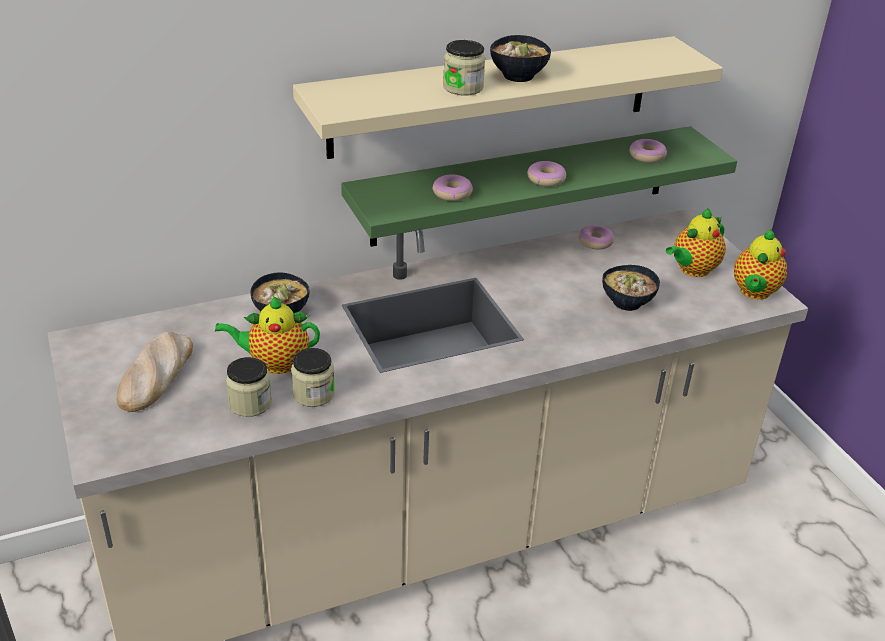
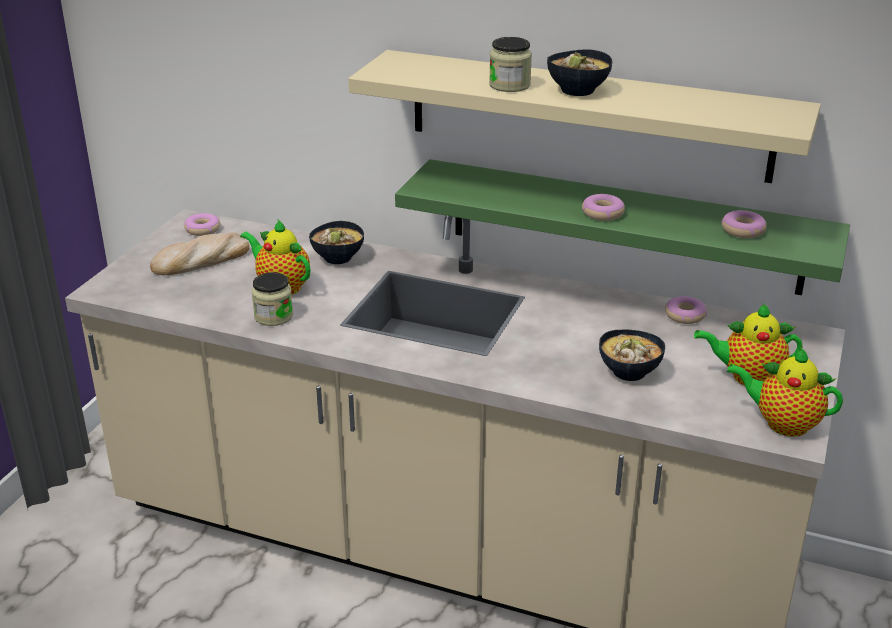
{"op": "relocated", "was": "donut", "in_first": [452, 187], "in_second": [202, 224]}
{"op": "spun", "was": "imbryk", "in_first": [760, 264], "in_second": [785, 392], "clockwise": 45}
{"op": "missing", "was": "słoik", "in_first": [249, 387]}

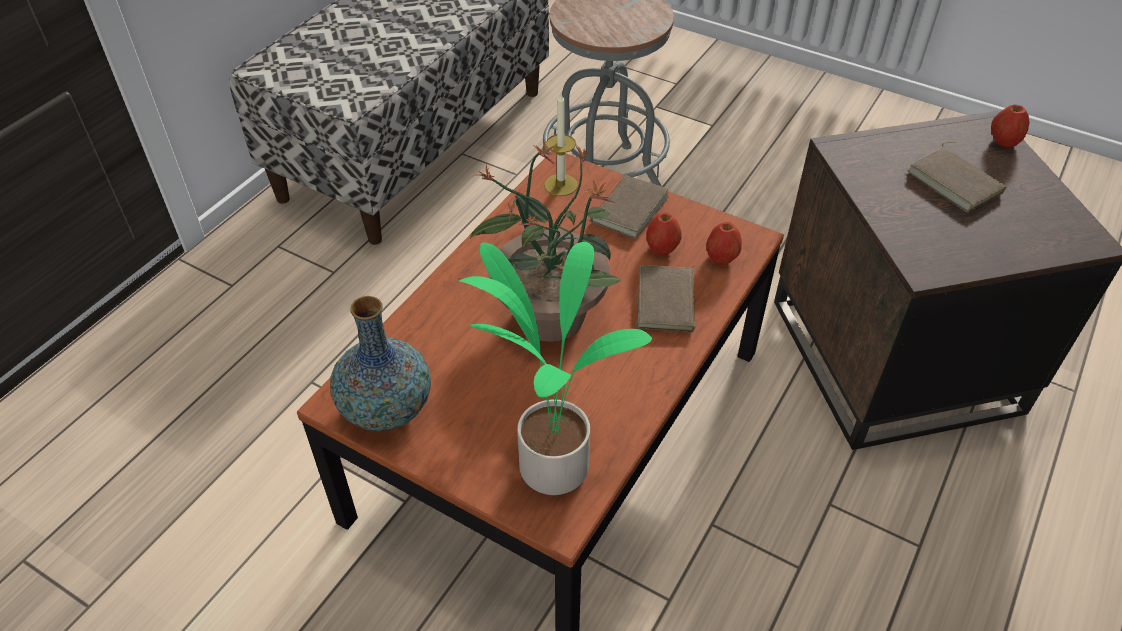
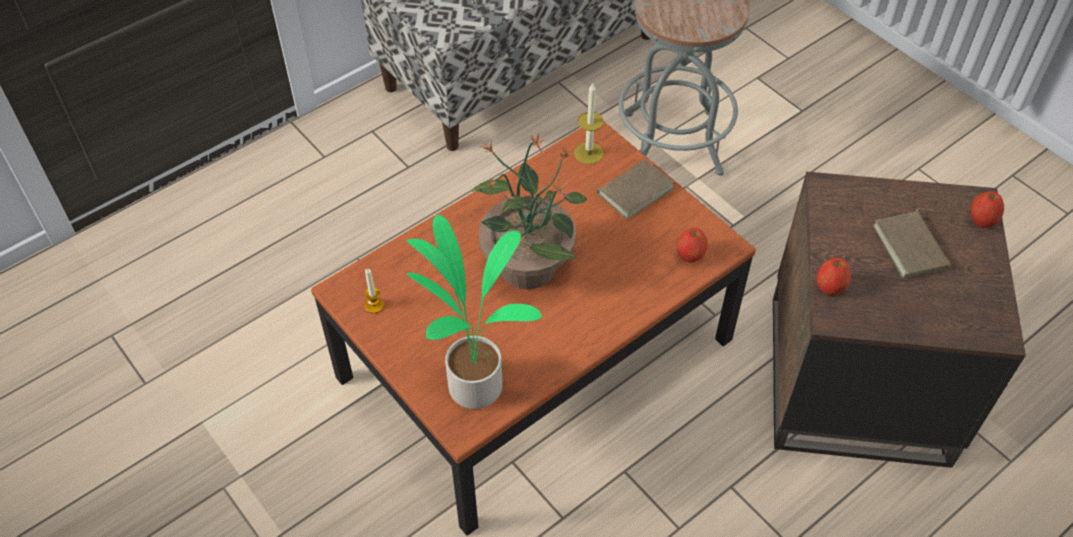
{"op": "relocated", "was": "jabłko", "in_first": [664, 233], "in_second": [834, 276]}
{"op": "missing", "was": "książka [brązowy]", "in_first": [674, 298]}
{"op": "exchanged", "was": "wazon", "now": "świeca", "in_first": [381, 363], "in_second": [374, 291]}

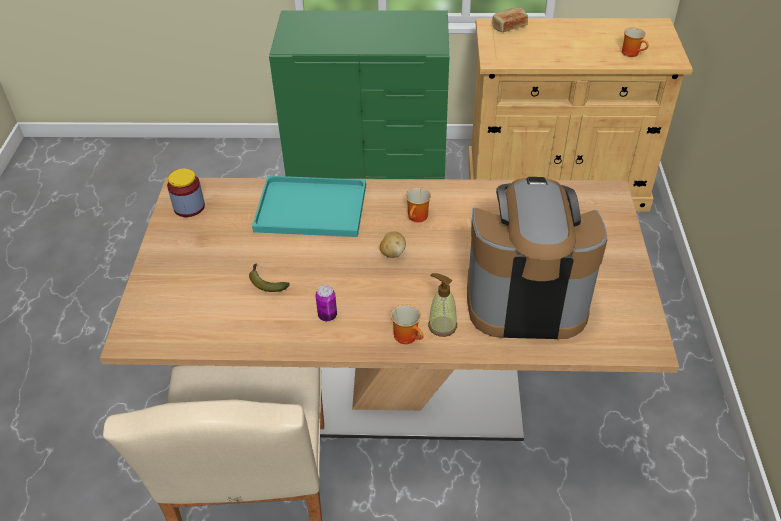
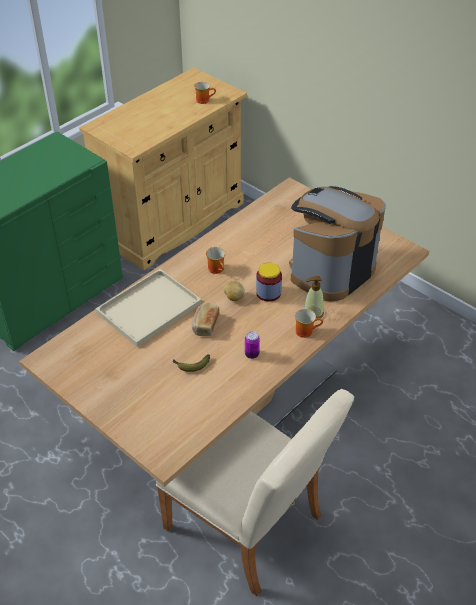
{"op": "relocated", "was": "chleb", "in_first": [510, 20], "in_second": [206, 319]}
{"op": "relocated", "was": "słoik", "in_first": [186, 192], "in_second": [269, 282]}
{"op": "colour", "was": "taca [turkusowy]", "now": "taca [beżowy]", "in_first": [309, 206], "in_second": [149, 308]}

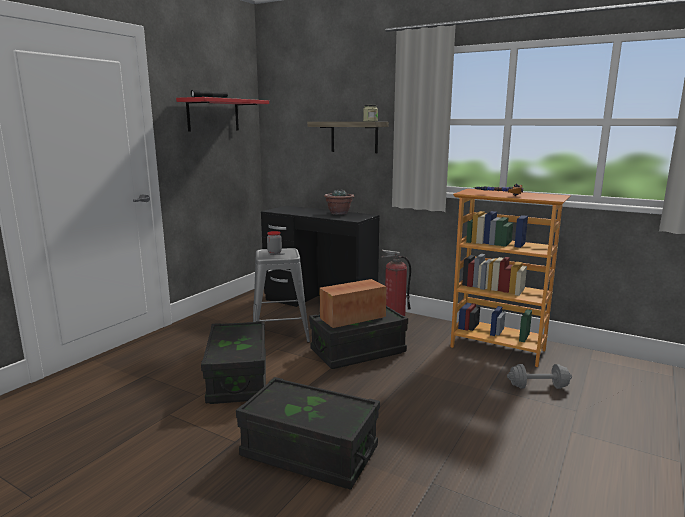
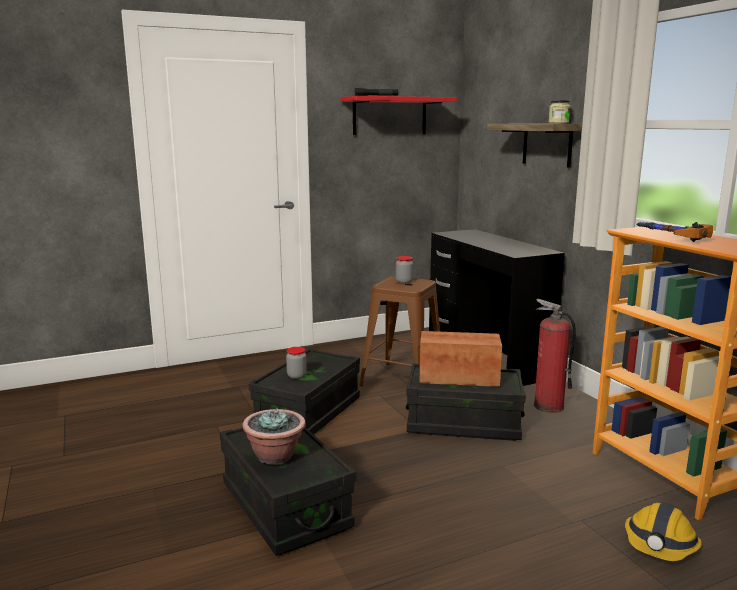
{"op": "relocated", "was": "roślina doniczkowa", "in_first": [339, 202], "in_second": [274, 436]}
{"op": "colour", "was": "stołek [szary]", "now": "stołek [brązowy]", "in_first": [281, 295], "in_second": [399, 331]}
{"op": "exchanged", "was": "hantel [szary]", "now": "kask", "in_first": [539, 376], "in_second": [663, 531]}
{"op": "appeared", "now": "słoik", "in_second": [296, 363]}

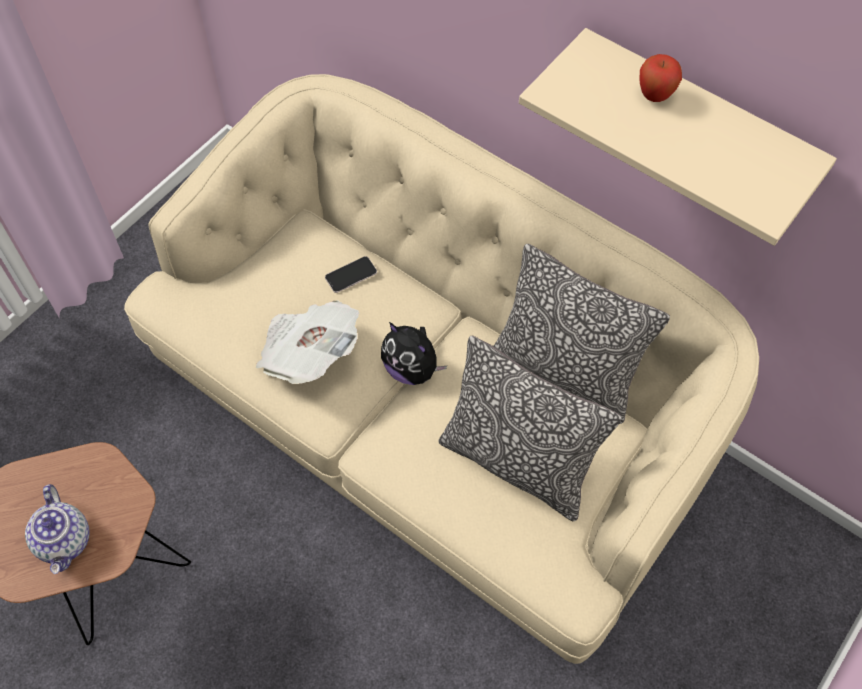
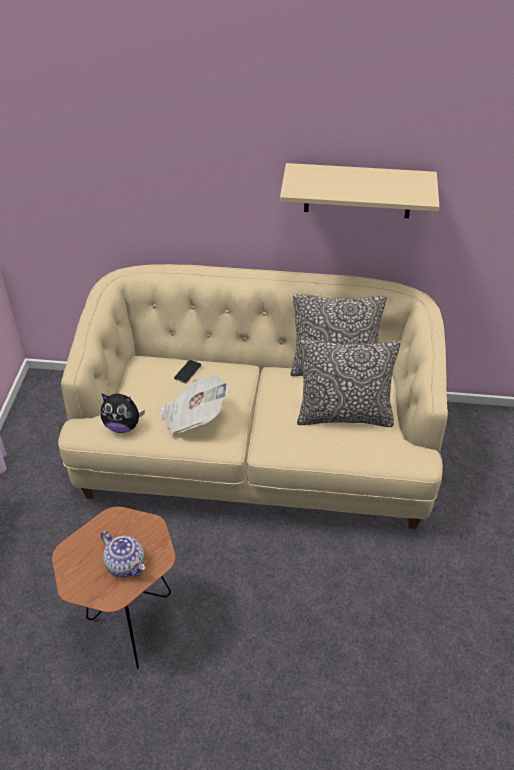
{"op": "missing", "was": "jabłko", "in_first": [661, 78]}
{"op": "relocated", "was": "pluszak", "in_first": [414, 353], "in_second": [123, 413]}

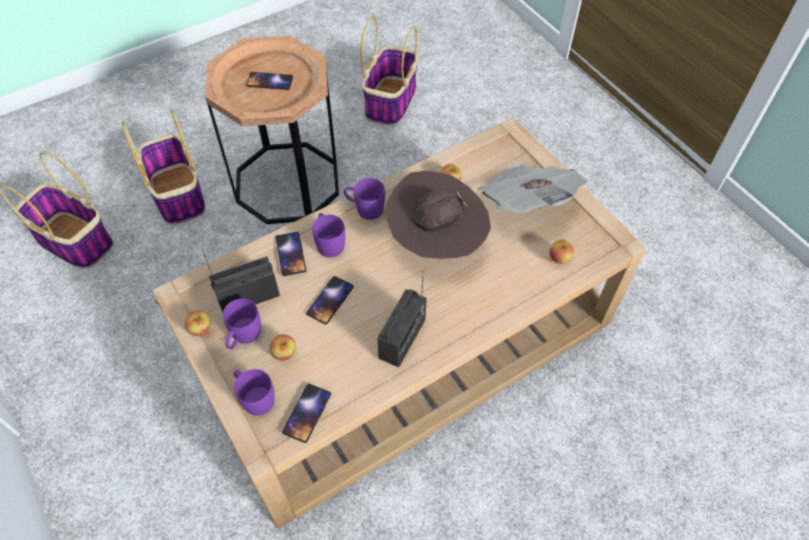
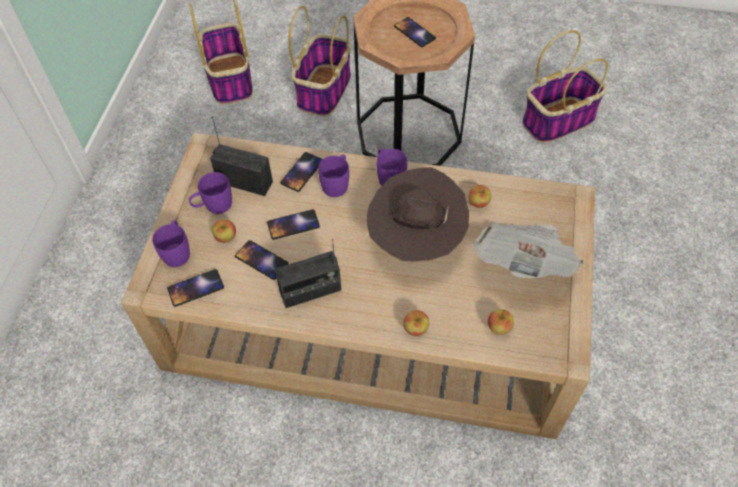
{"op": "relocated", "was": "jabłko", "in_first": [197, 323], "in_second": [416, 323]}
{"op": "appeared", "now": "telefon", "in_second": [261, 260]}

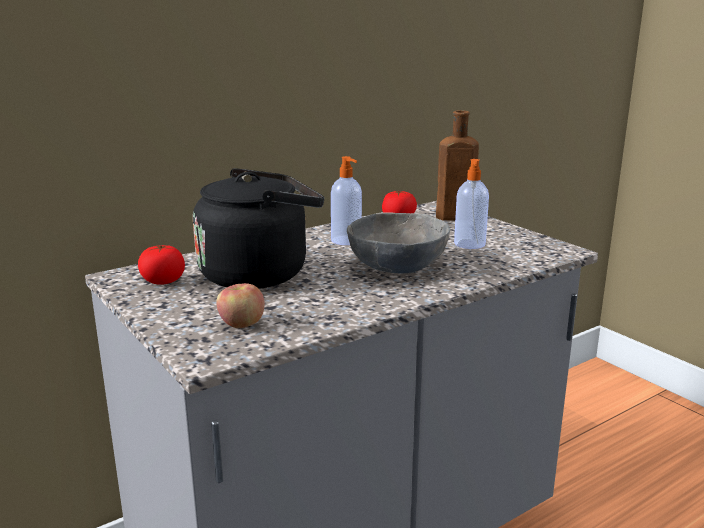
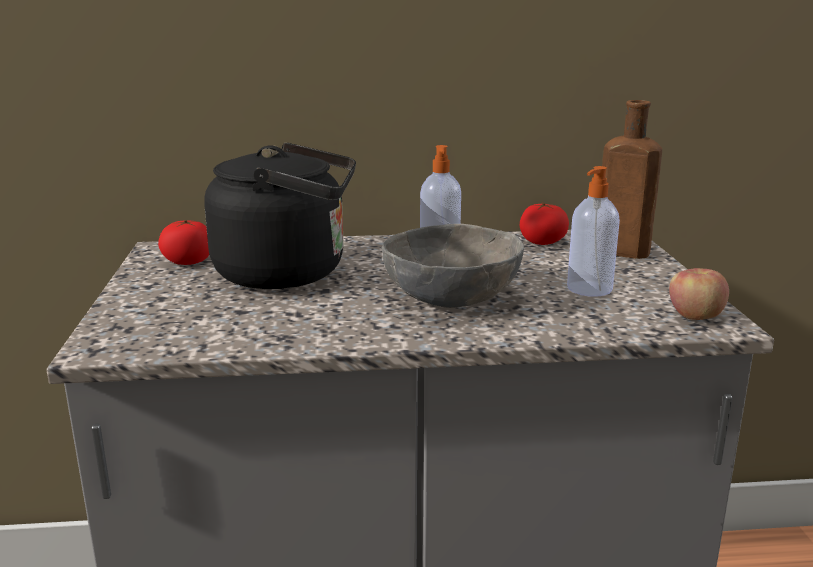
{"op": "relocated", "was": "jabłko", "in_first": [240, 305], "in_second": [699, 294]}

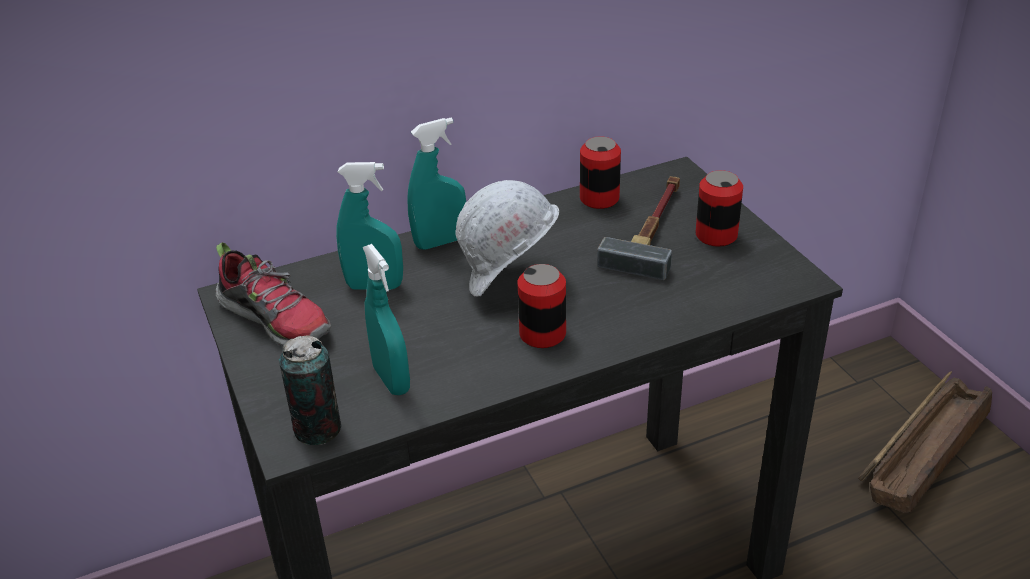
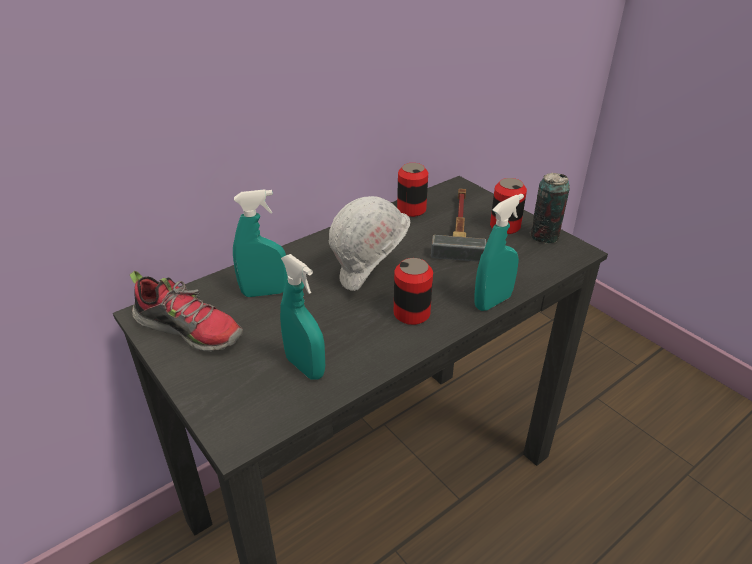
{"op": "relocated", "was": "spryskiwacz [turkusowy]", "in_first": [436, 183], "in_second": [499, 252]}
{"op": "relocated", "was": "puszka", "in_first": [310, 390], "in_second": [550, 208]}
{"op": "missing", "was": "skrzynka", "in_first": [925, 442]}

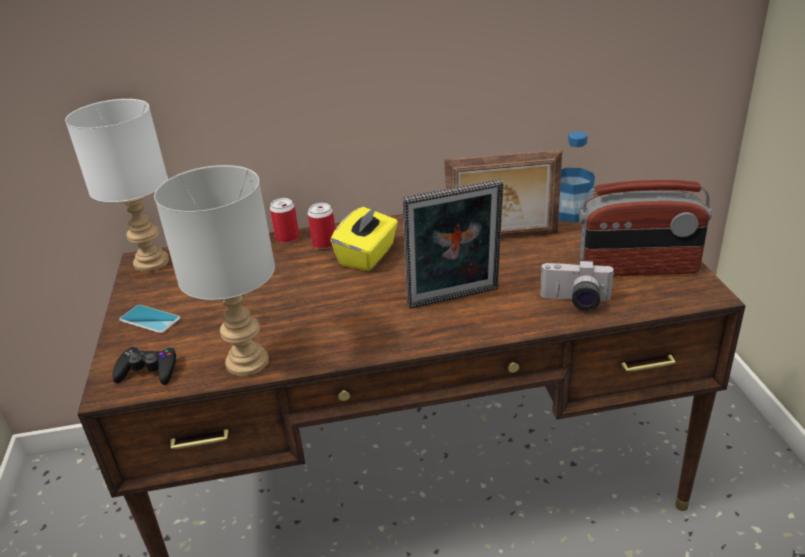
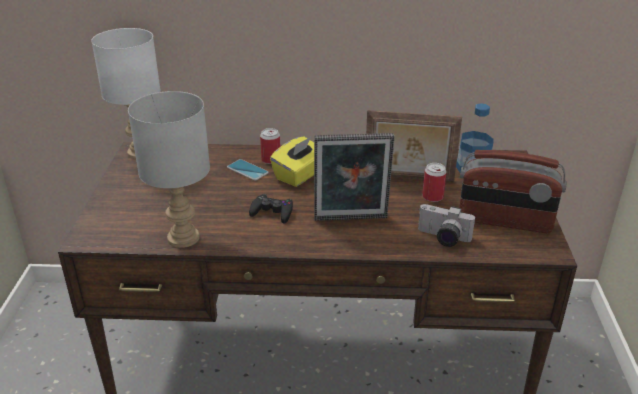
{"op": "relocated", "was": "puszka", "in_first": [284, 220], "in_second": [434, 182]}
{"op": "relocated", "was": "telefon", "in_first": [149, 319], "in_second": [248, 169]}
{"op": "relocated", "was": "pad do gier [czarny]", "in_first": [144, 365], "in_second": [271, 209]}

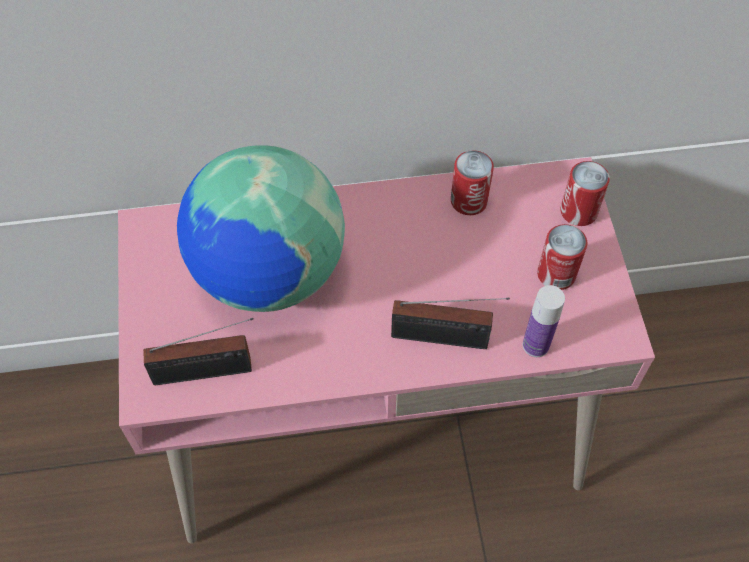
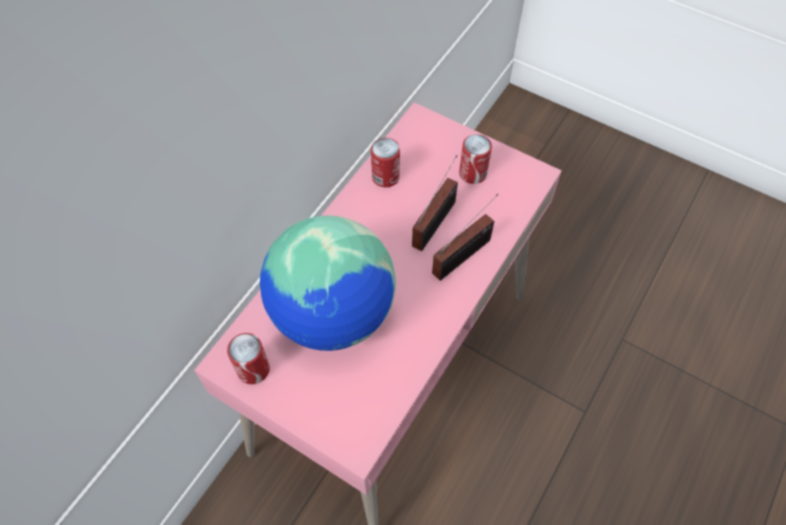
{"op": "relocated", "was": "puszka", "in_first": [585, 193], "in_second": [248, 358]}
{"op": "missing", "was": "butelka", "in_first": [544, 321]}
{"op": "relocated", "was": "radio", "in_first": [198, 351], "in_second": [435, 203]}

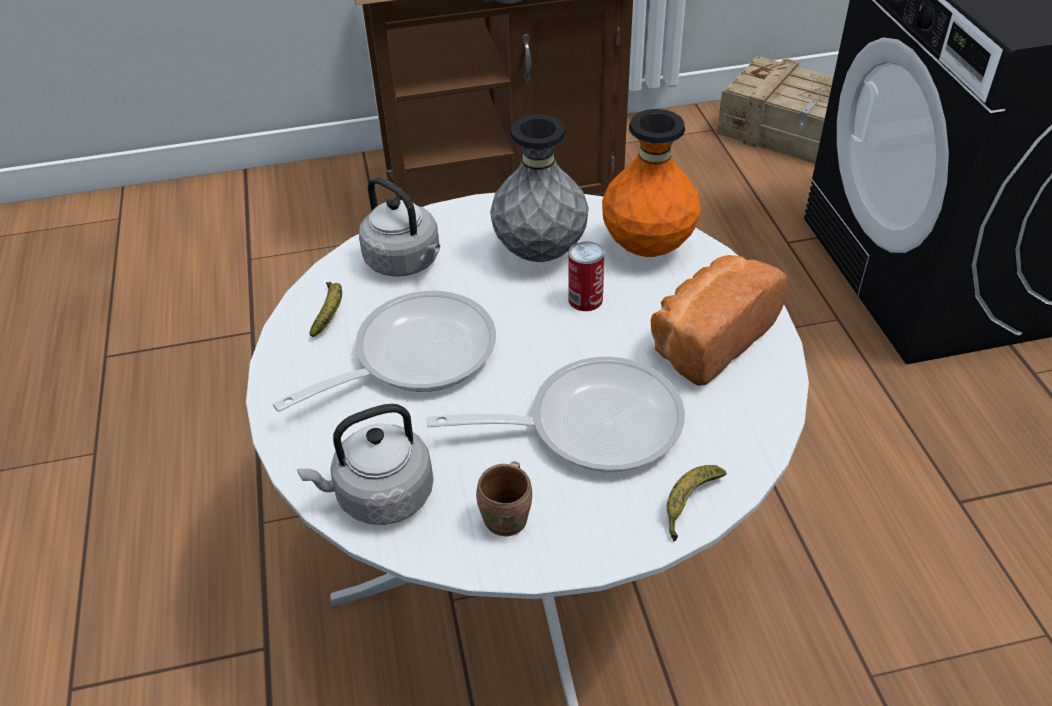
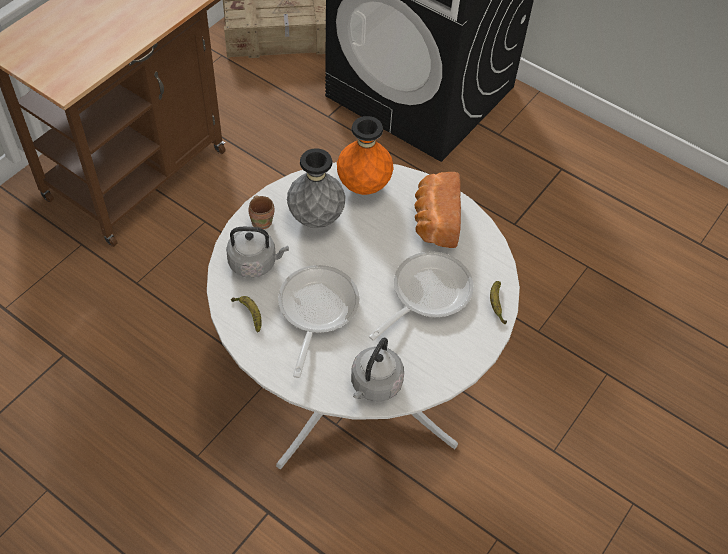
{"op": "missing", "was": "puszka", "in_first": [586, 276]}
{"op": "relocated", "was": "kubek [brązowy]", "in_first": [504, 499], "in_second": [261, 212]}

